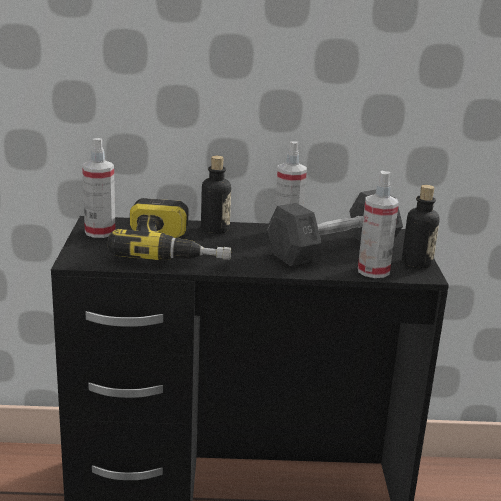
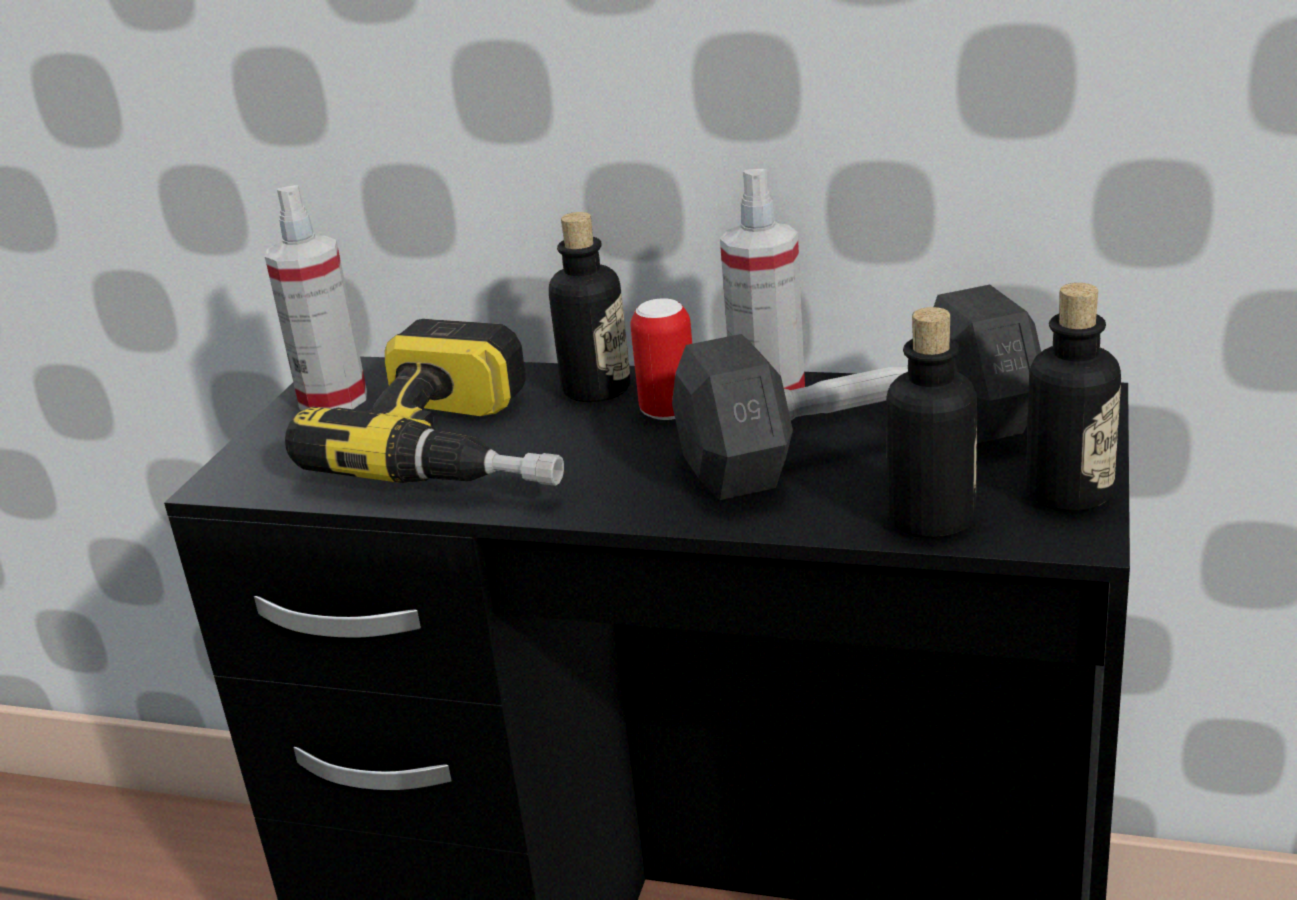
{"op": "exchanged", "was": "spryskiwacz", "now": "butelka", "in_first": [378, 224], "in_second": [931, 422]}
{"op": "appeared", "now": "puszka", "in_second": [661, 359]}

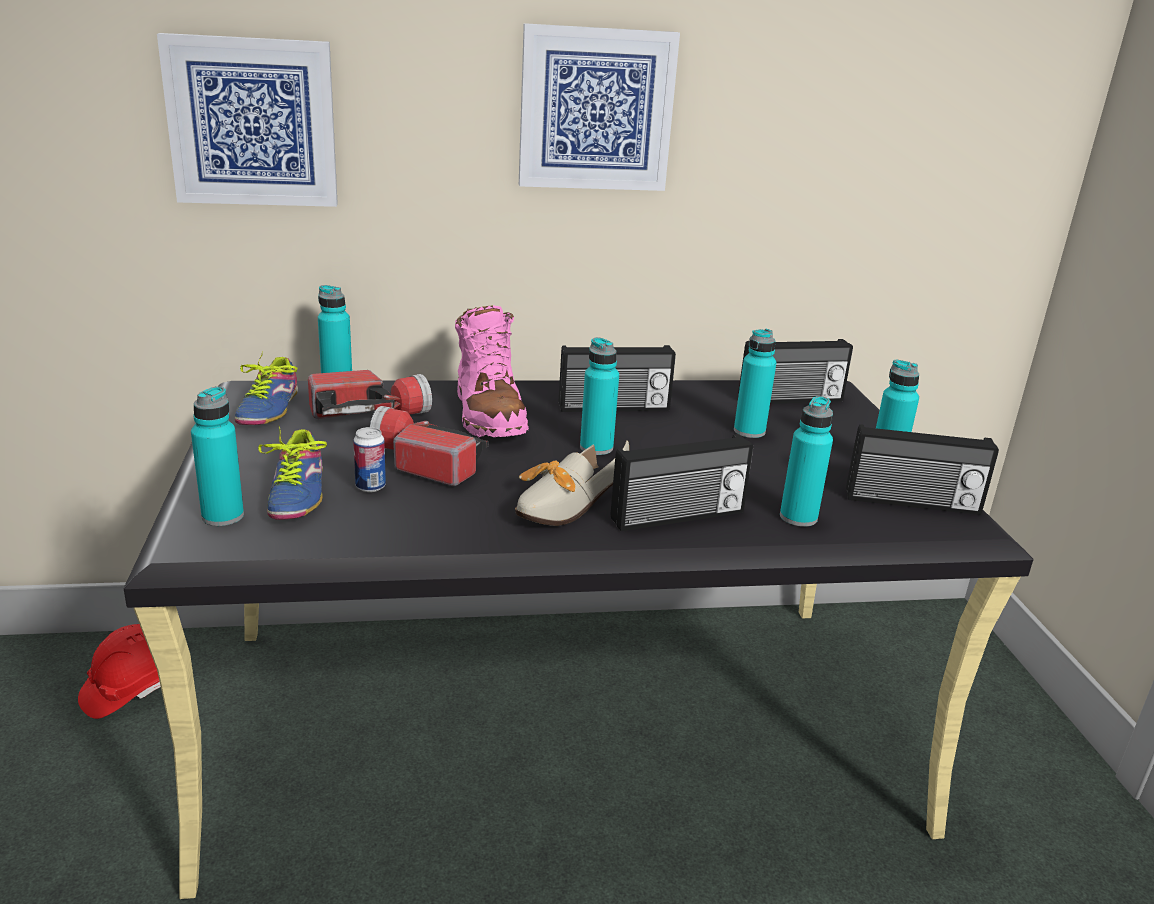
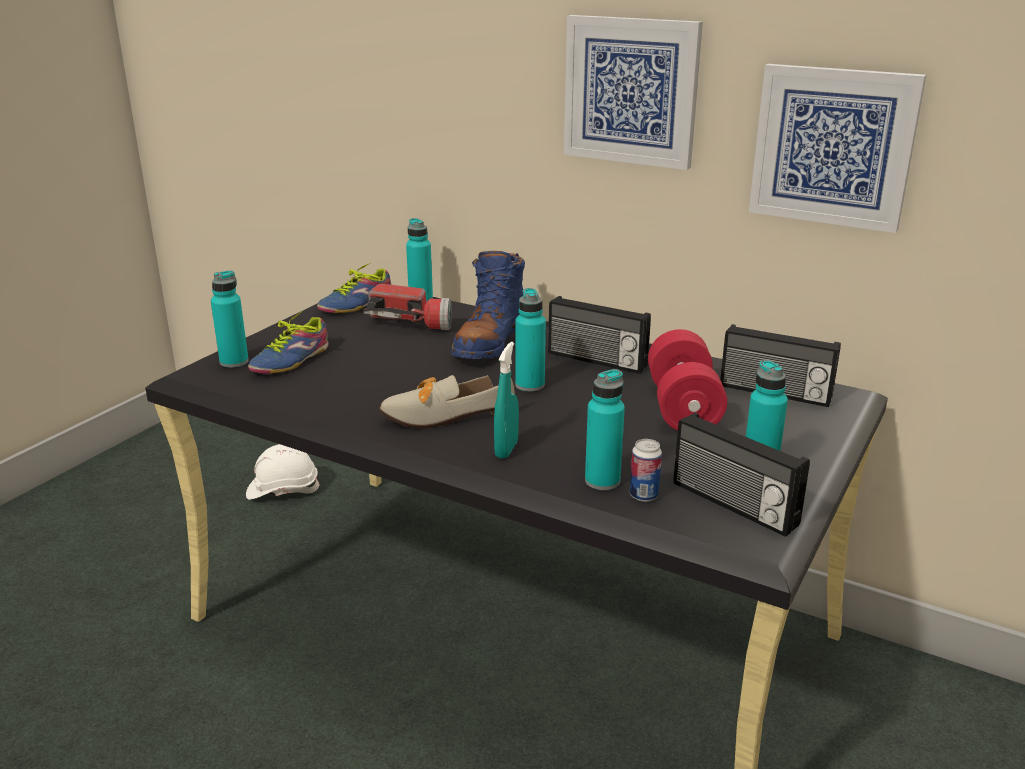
{"op": "relocated", "was": "obraz", "in_first": [247, 120], "in_second": [837, 148]}
{"op": "colour", "was": "but z cholewką [różowy]", "now": "but z cholewką [niebieski]", "in_first": [492, 371], "in_second": [488, 305]}
{"op": "exchanged", "was": "butelka [turkusowy]", "now": "hantel [czerwony]", "in_first": [755, 383], "in_second": [687, 380]}
{"op": "missing", "was": "latarka", "in_first": [429, 446]}
{"op": "relocated", "was": "puszka", "in_first": [369, 459], "in_second": [646, 470]}
{"op": "exchanged", "was": "radio", "now": "spryskiwacz [turkusowy]", "in_first": [681, 482], "in_second": [506, 400]}
{"op": "colour", "was": "kask [czerwony]", "now": "kask [biały]", "in_first": [119, 671], "in_second": [283, 472]}

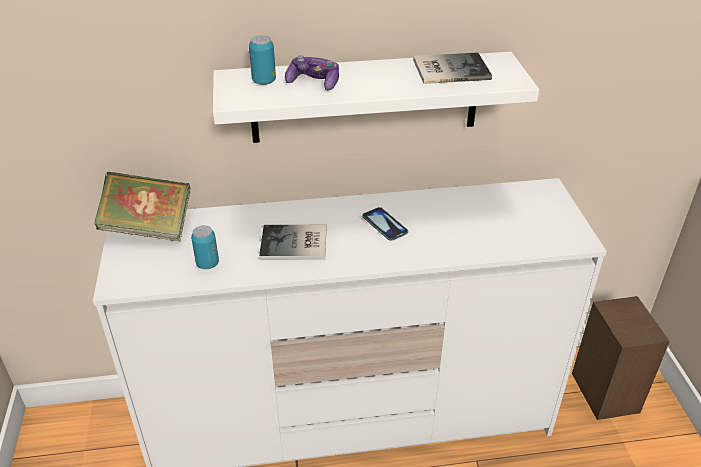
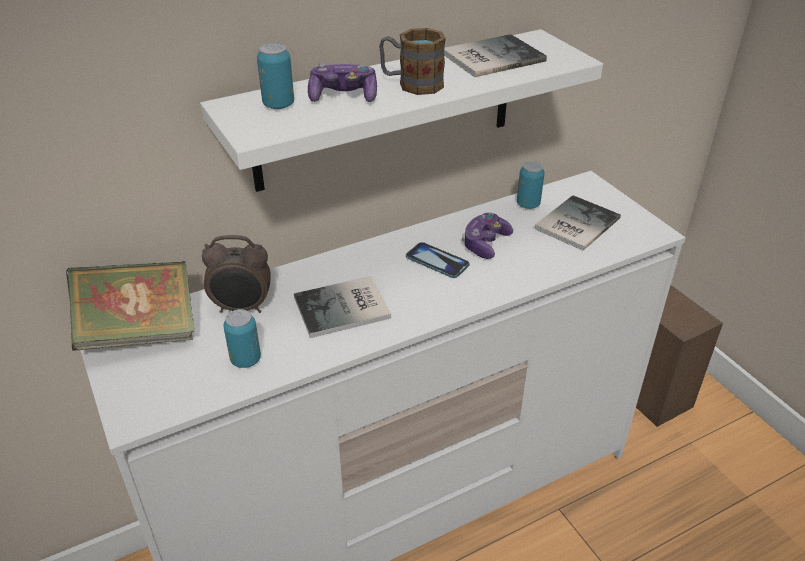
{"op": "appeared", "now": "kubek", "in_second": [412, 61]}
{"op": "appeared", "now": "puszka", "in_second": [531, 185]}
{"op": "appeared", "now": "książka", "in_second": [577, 223]}
{"op": "appeared", "now": "pad do gier", "in_second": [487, 236]}
{"op": "appeared", "now": "budzik", "in_second": [236, 274]}

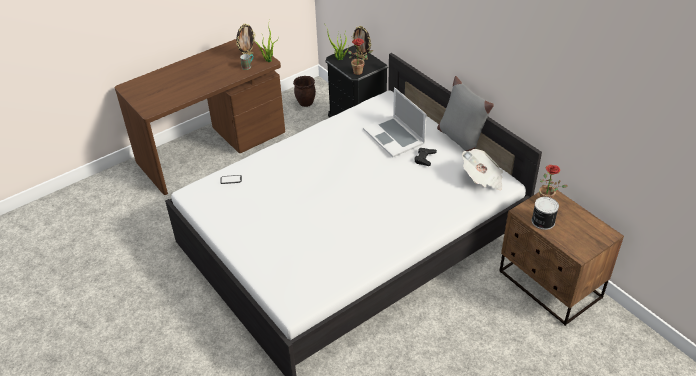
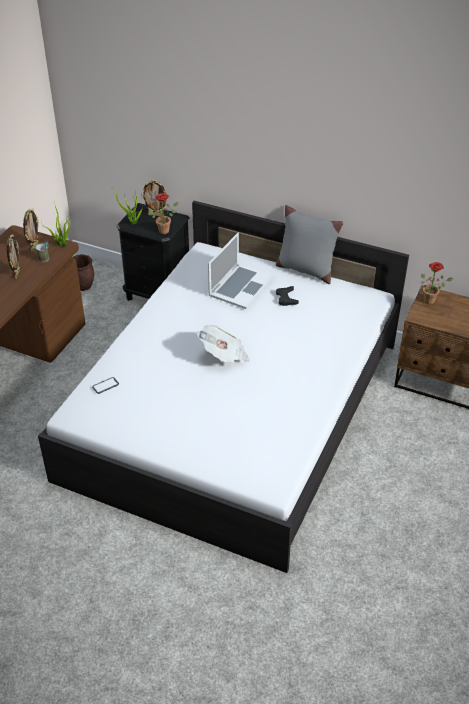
{"op": "spun", "was": "laptop", "in_first": [395, 122], "in_second": [241, 270], "clockwise": -90}
{"op": "relocated", "was": "gazeta", "in_first": [482, 169], "in_second": [223, 344]}
{"op": "missing", "was": "puszka", "in_first": [545, 213]}
{"op": "appeared", "now": "ramka na zdjęcie", "in_second": [13, 256]}

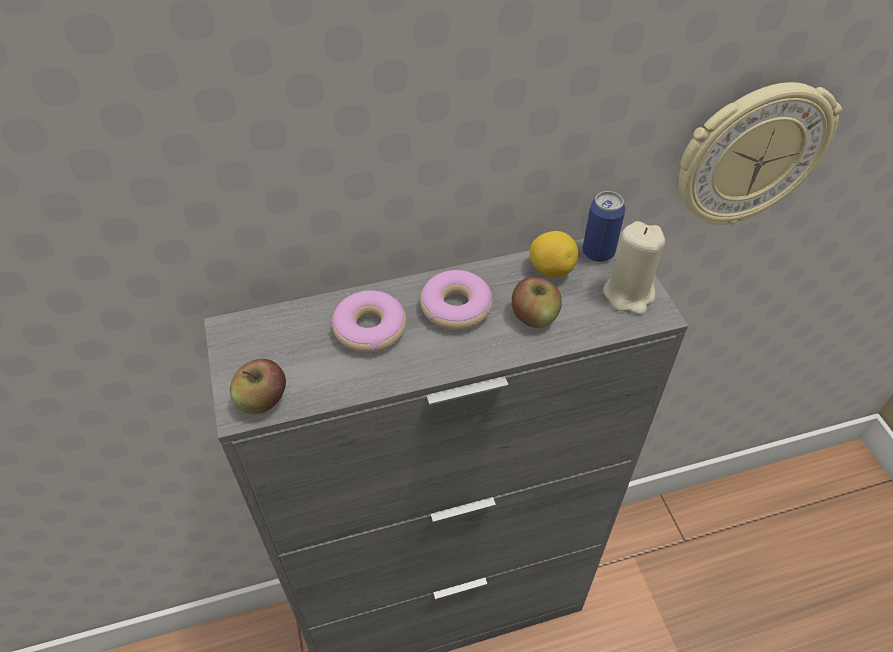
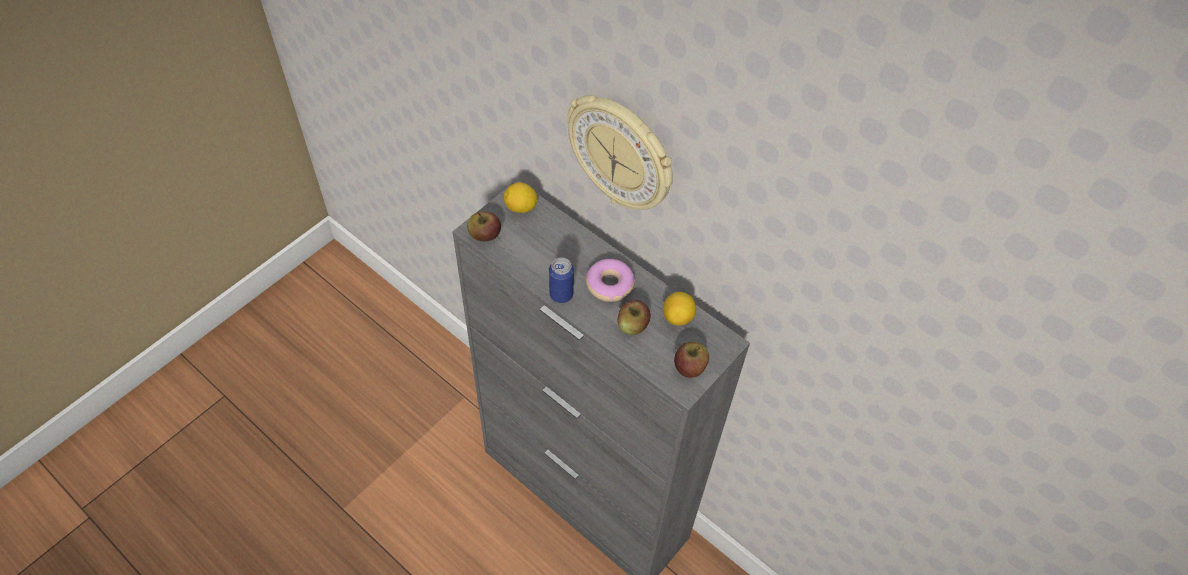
{"op": "relocated", "was": "zegar ścienny", "in_first": [760, 154], "in_second": [620, 152]}
{"op": "relocated", "was": "puszka", "in_first": [604, 226], "in_second": [561, 280]}
{"op": "exchanged", "was": "świeca [beżowy]", "now": "jabłko", "in_first": [634, 268], "in_second": [691, 360]}
{"op": "missing", "was": "donut", "in_first": [368, 321]}
{"op": "appeared", "now": "cytryna", "in_second": [520, 197]}

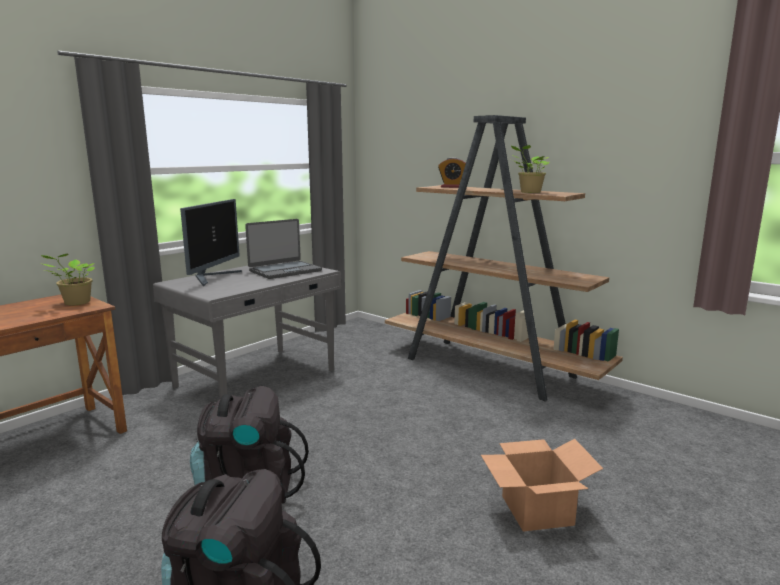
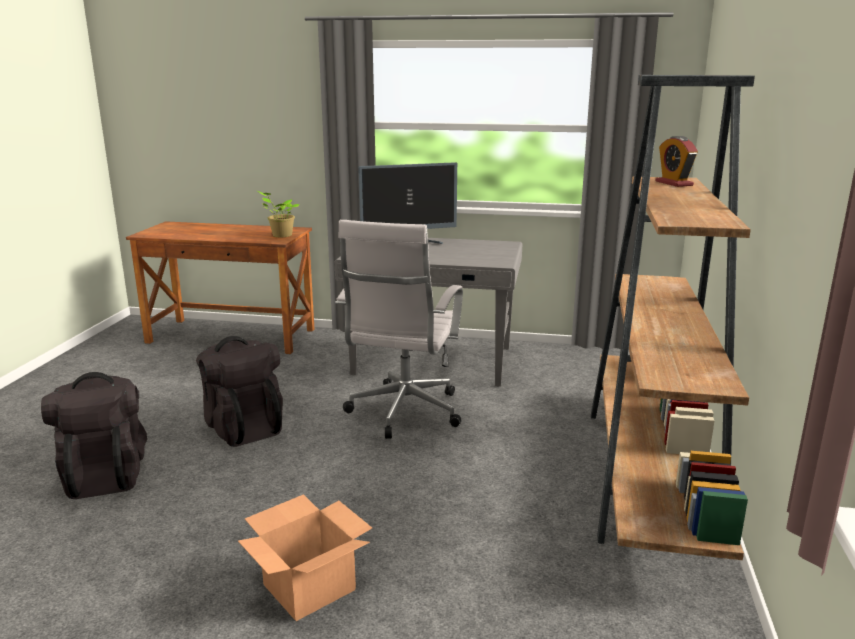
{"op": "missing", "was": "roślina doniczkowa", "in_first": [530, 169]}
{"op": "missing", "was": "laptop", "in_first": [283, 249]}
{"op": "appeared", "now": "krzesło biurowe [biały]", "in_second": [399, 329]}

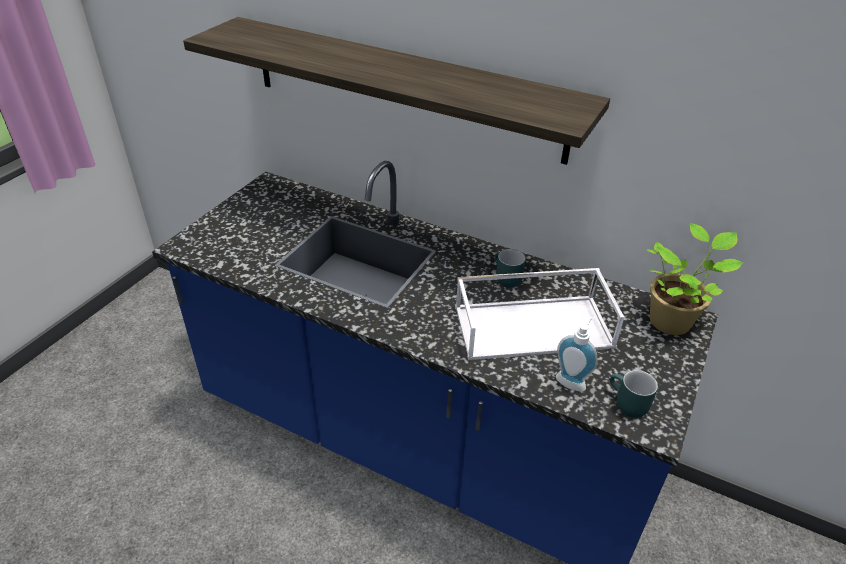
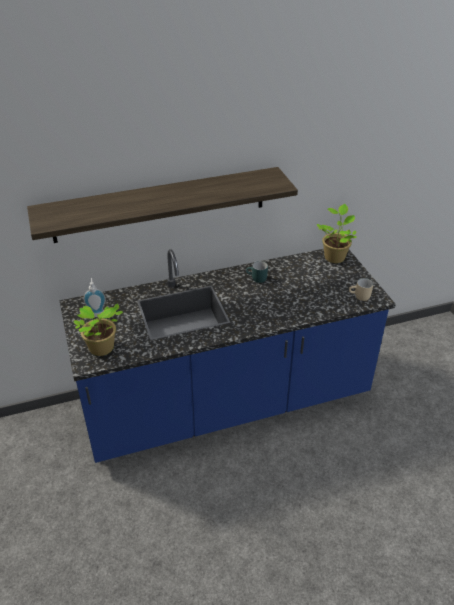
{"op": "missing", "was": "taca [biały]", "in_first": [539, 314]}
{"op": "relocated", "was": "dozownik mydła", "in_first": [577, 354], "in_second": [94, 297]}
{"op": "colour", "was": "kubek [turkusowy]", "now": "kubek [beżowy]", "in_first": [634, 394], "in_second": [361, 289]}
{"op": "appeared", "now": "roślina doniczkowa", "in_second": [98, 330]}

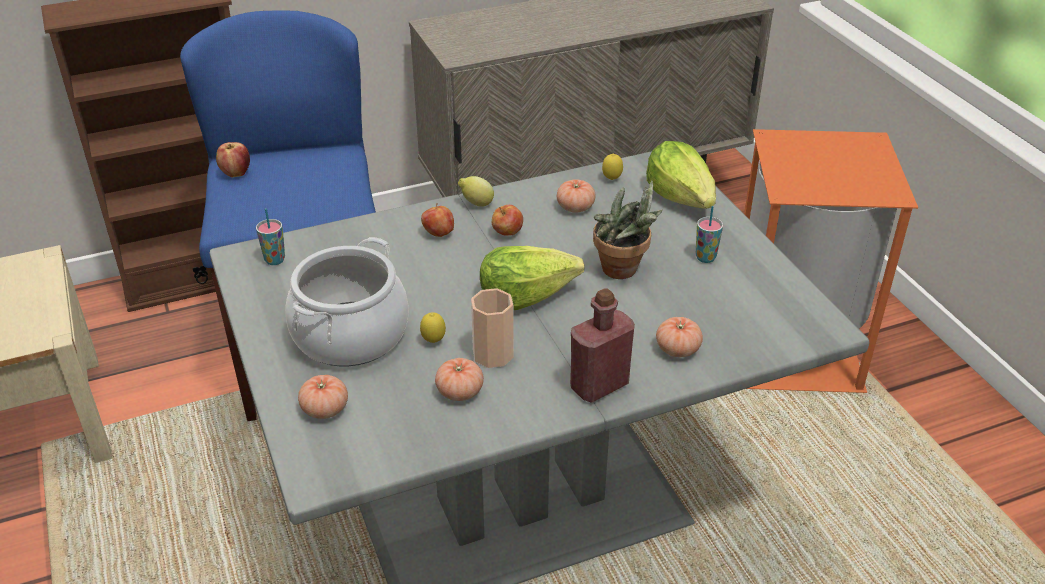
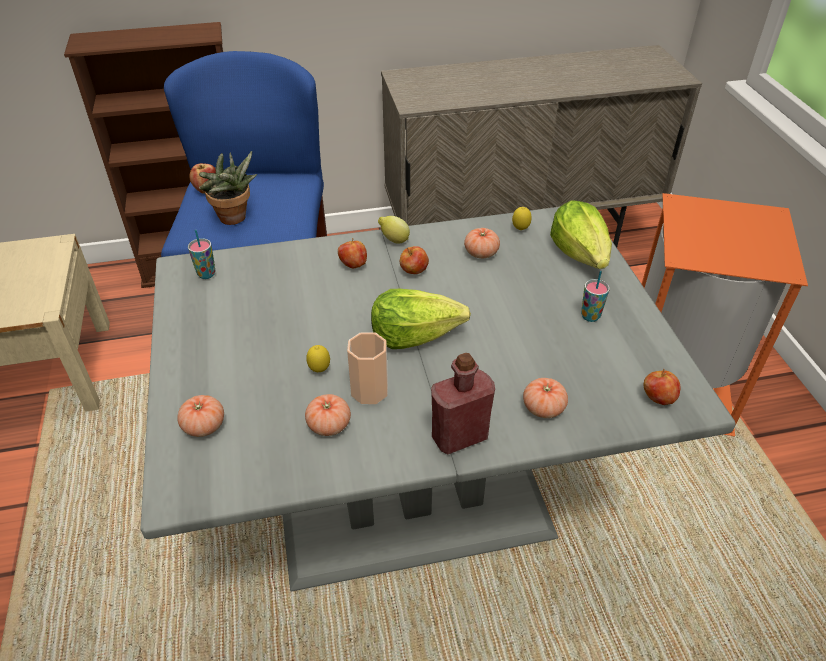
{"op": "relocated", "was": "roślina doniczkowa", "in_first": [628, 229], "in_second": [228, 188]}
{"op": "missing", "was": "garnek", "in_first": [347, 301]}
{"op": "appeared", "now": "jabłko", "in_second": [662, 387]}

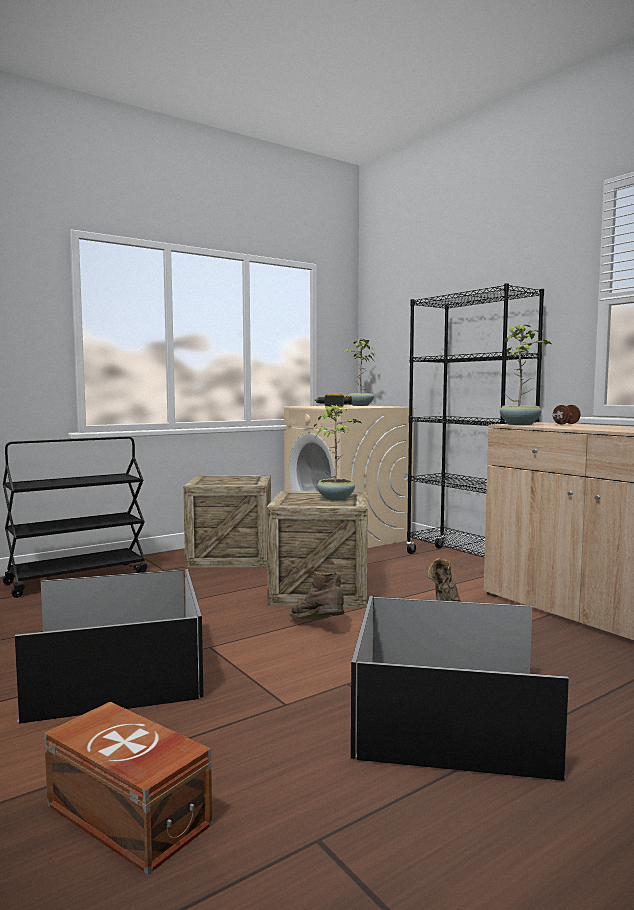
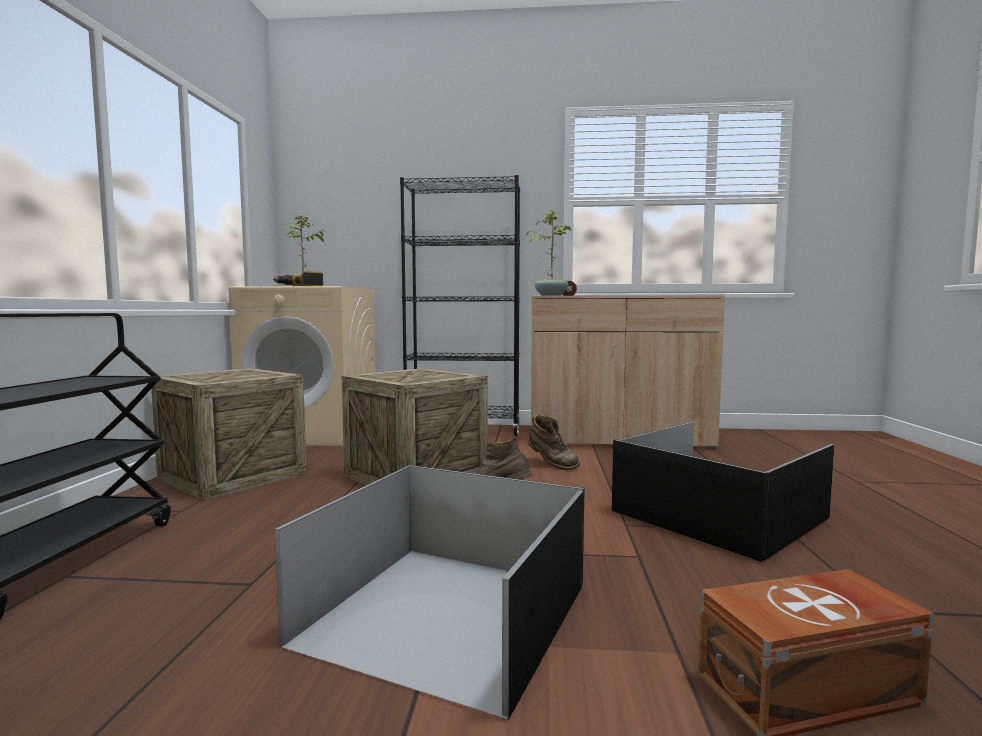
{"op": "missing", "was": "roślina doniczkowa", "in_first": [337, 452]}

